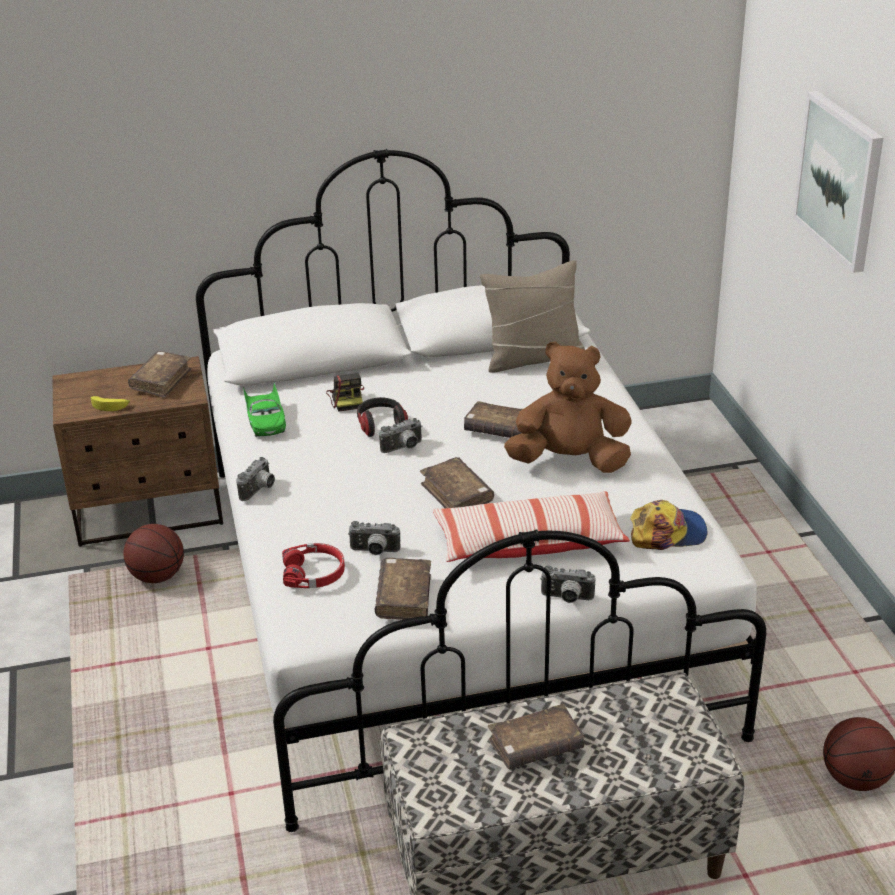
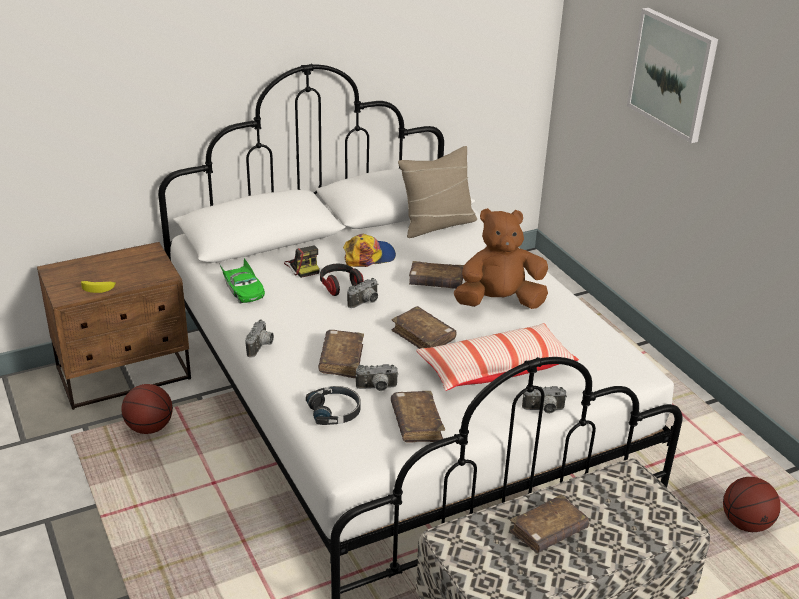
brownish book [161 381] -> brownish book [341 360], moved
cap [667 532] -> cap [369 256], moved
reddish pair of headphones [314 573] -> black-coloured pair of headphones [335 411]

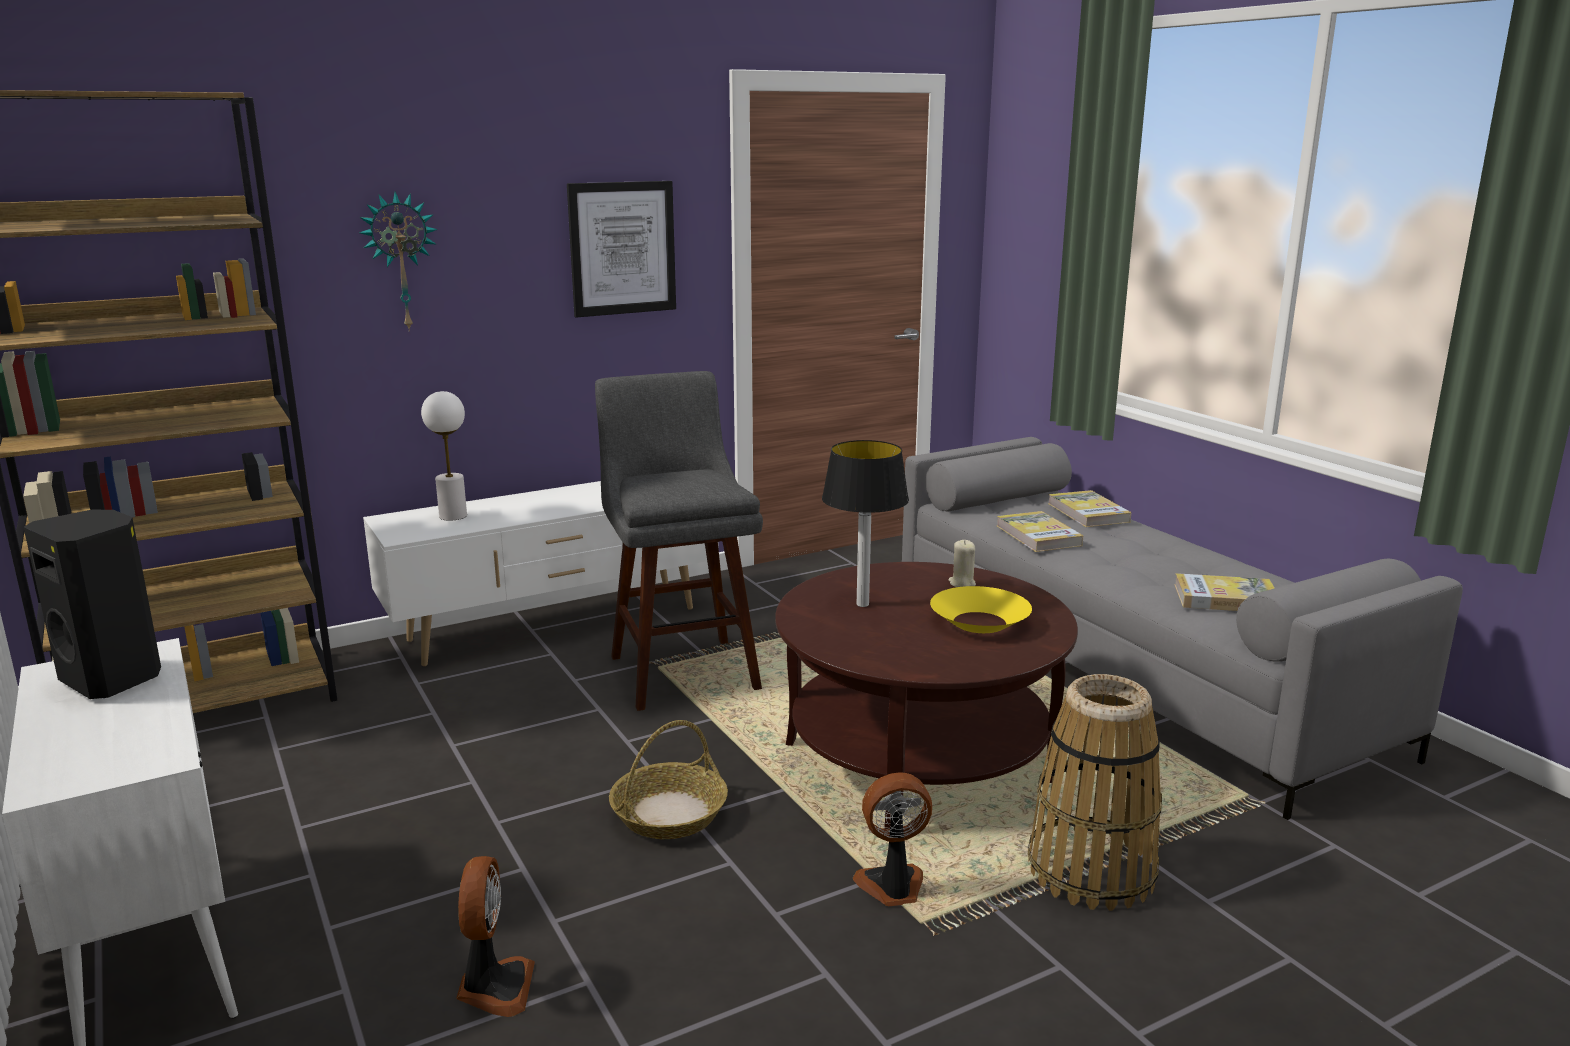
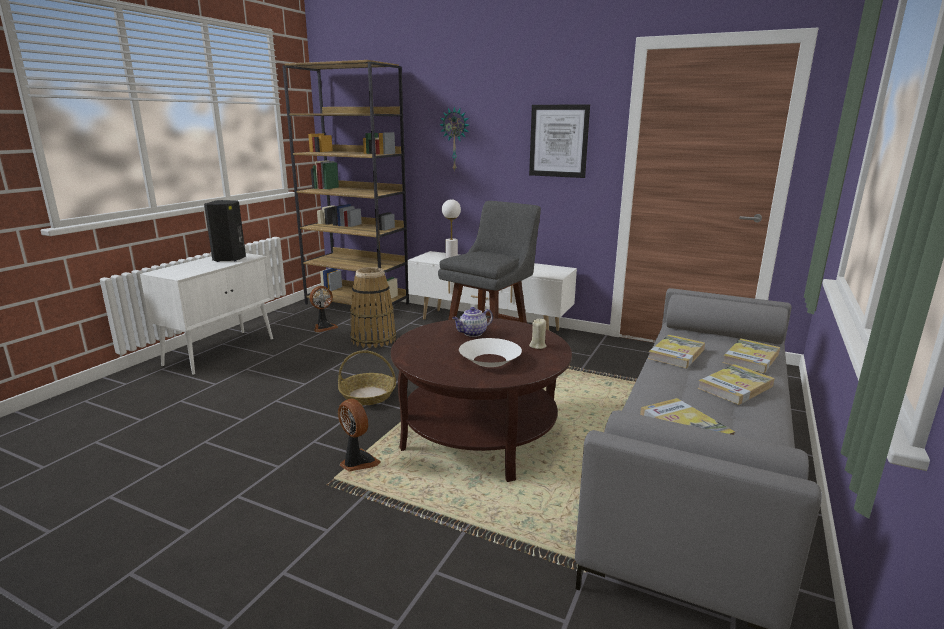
none -> book [735 387]
electric fan [494 987] -> electric fan [324 327], moved
storage basket [1091 871] -> storage basket [373 339], moved
tabletop lamp [863 604] -> tea pot [472 333]
yellowish bowl [979 622] -> white bowl [489 360]

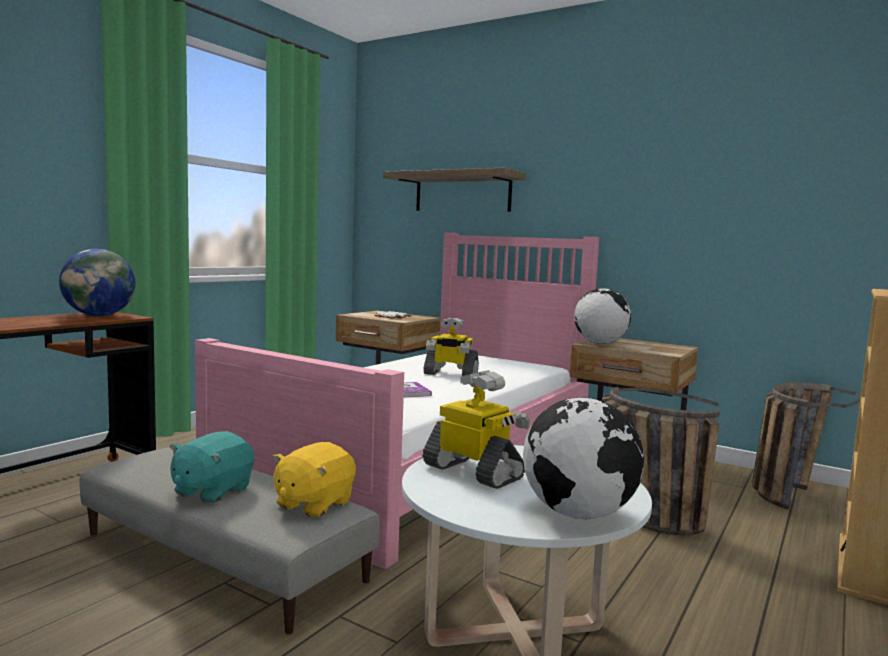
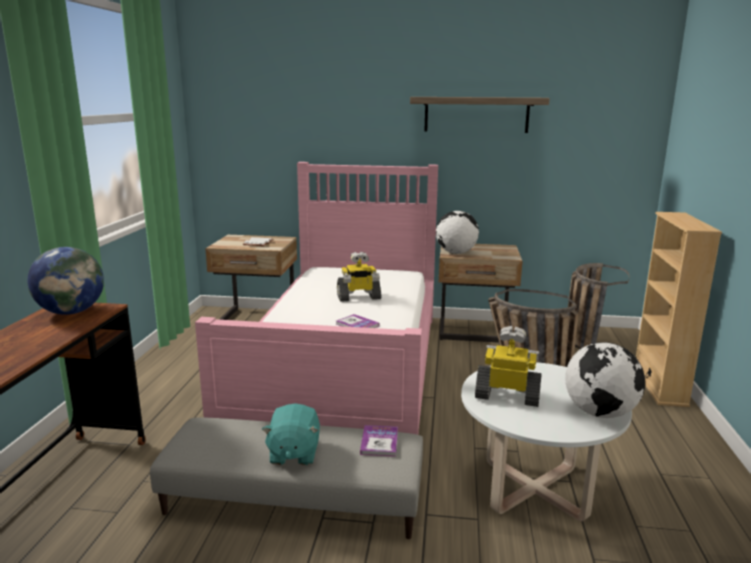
shelf [462 192] -> shelf [476 114], moved
yellowish soft toy [313 504] -> book [379 442]

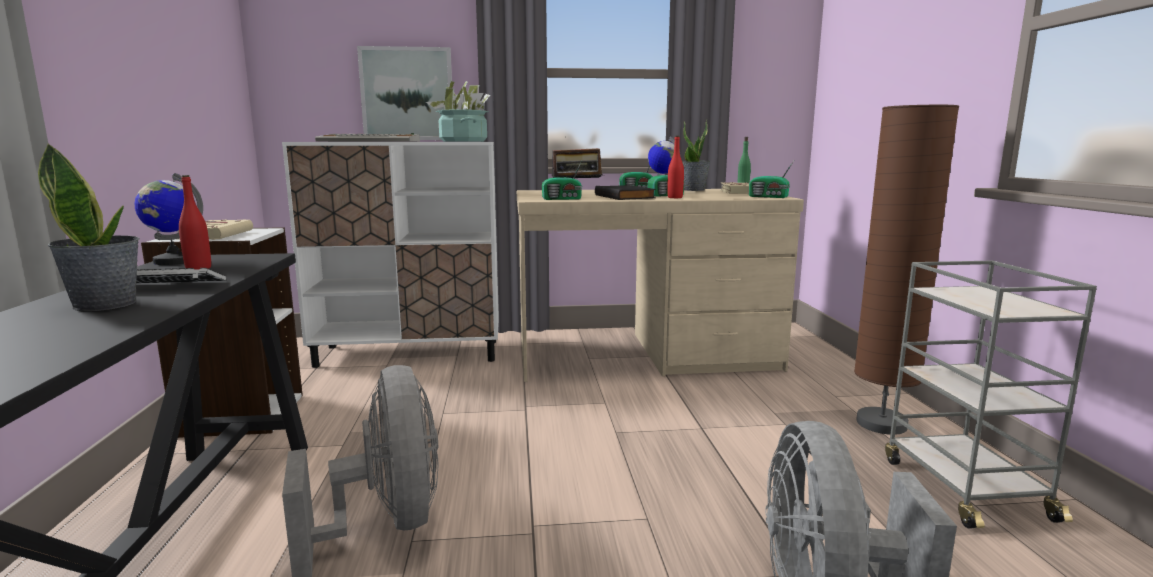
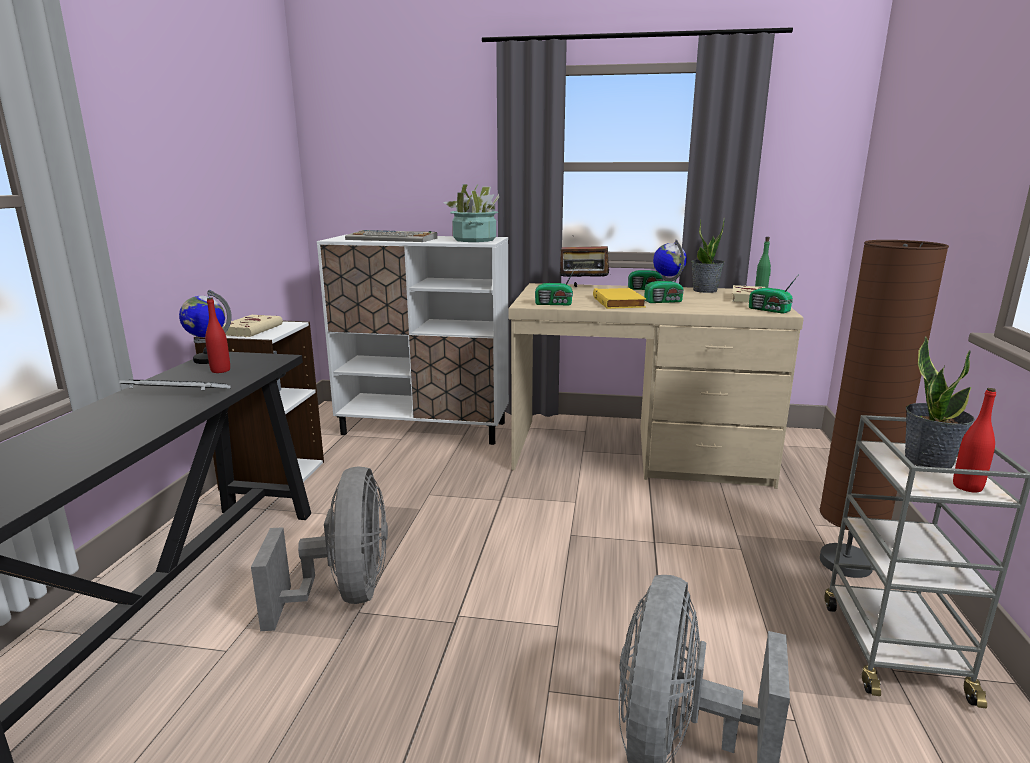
picture [407 94] -> none
plant in a pot [106 304] -> plant in a pot [928 461], moved
reddish drink bottle [675 197] -> reddish drink bottle [967 487], moved
black-coloured book [626 197] -> yellowish book [620 302]

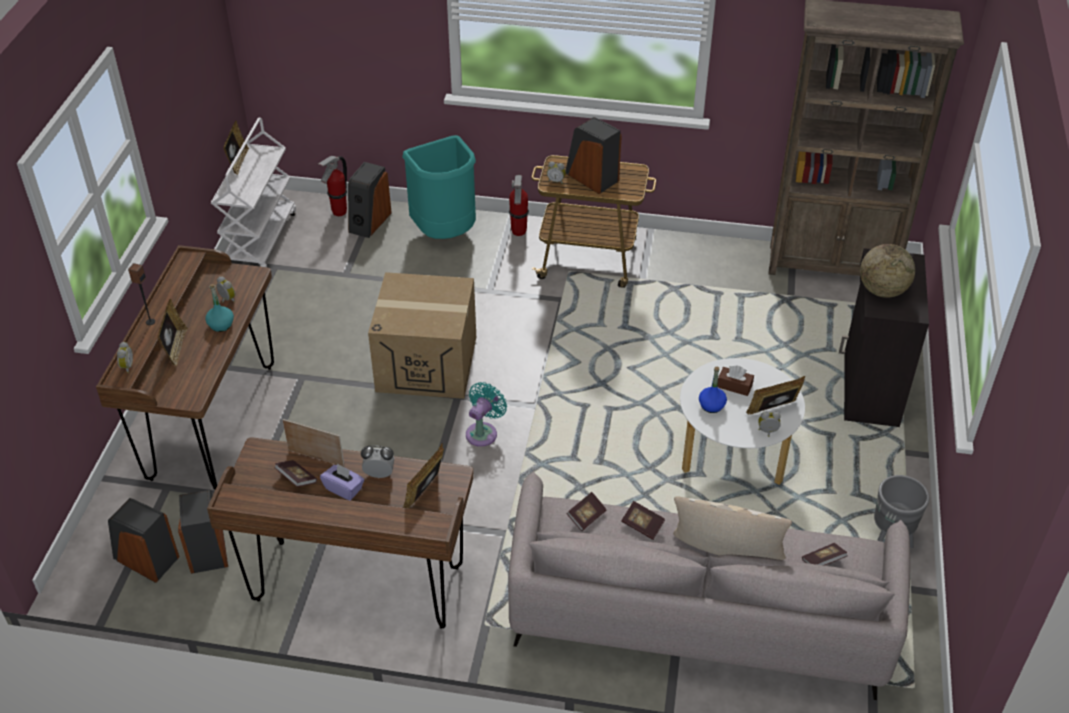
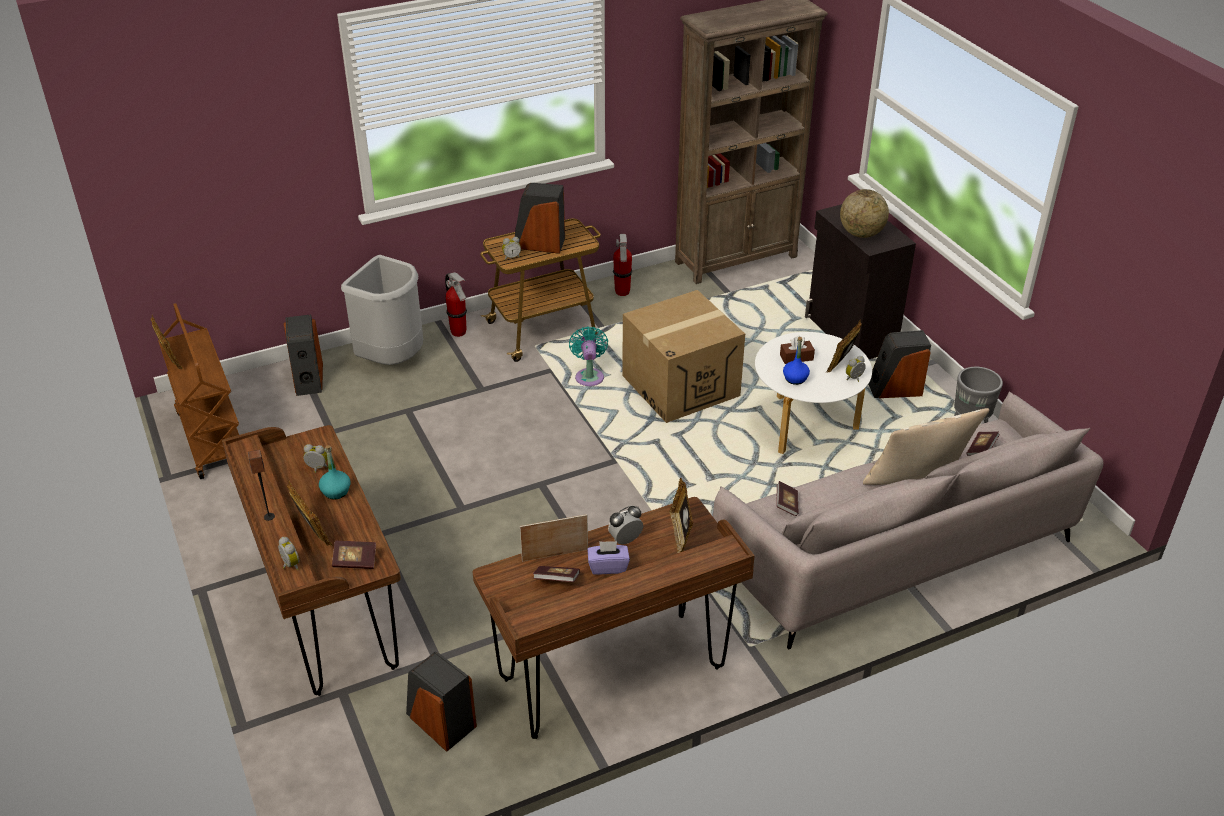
loudspeaker [146 559] -> loudspeaker [894 389], moved
fire-fighting cylinder [339 212] -> fire-fighting cylinder [622 292], moved
cardboard box [427 363] -> cardboard box [680 386], moved
turquoise-coloured electric fan [483 432] -> turquoise-coloured electric fan [589 376], moved
book [642 525] -> book [355 561], moved
white wheeled cart [260 240] -> brownish wheeled cart [211 438]
turquoise-coloured trash can [445 234] -> greyish trash can [393 360]

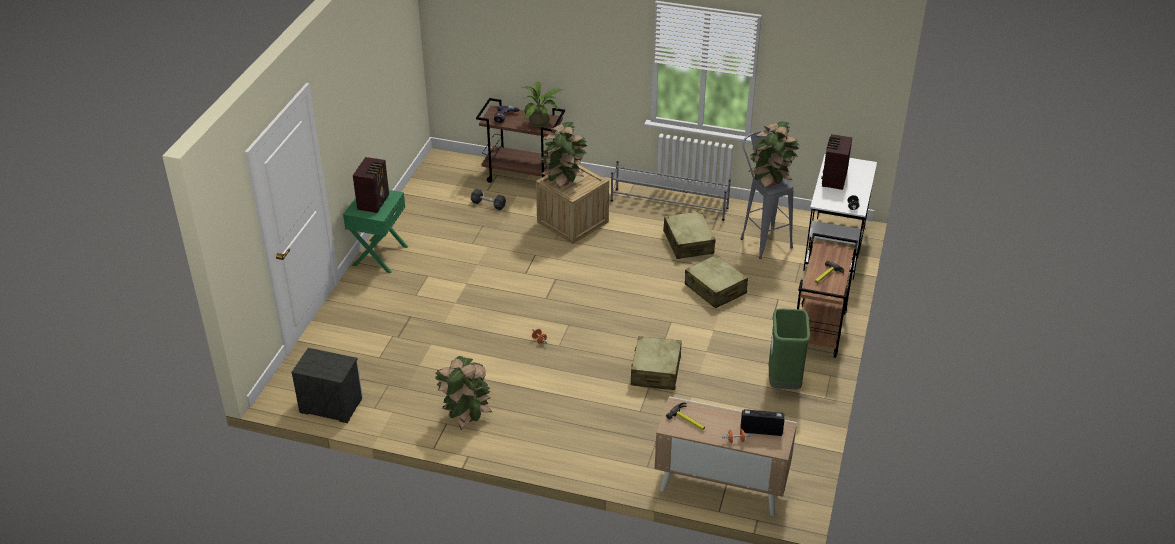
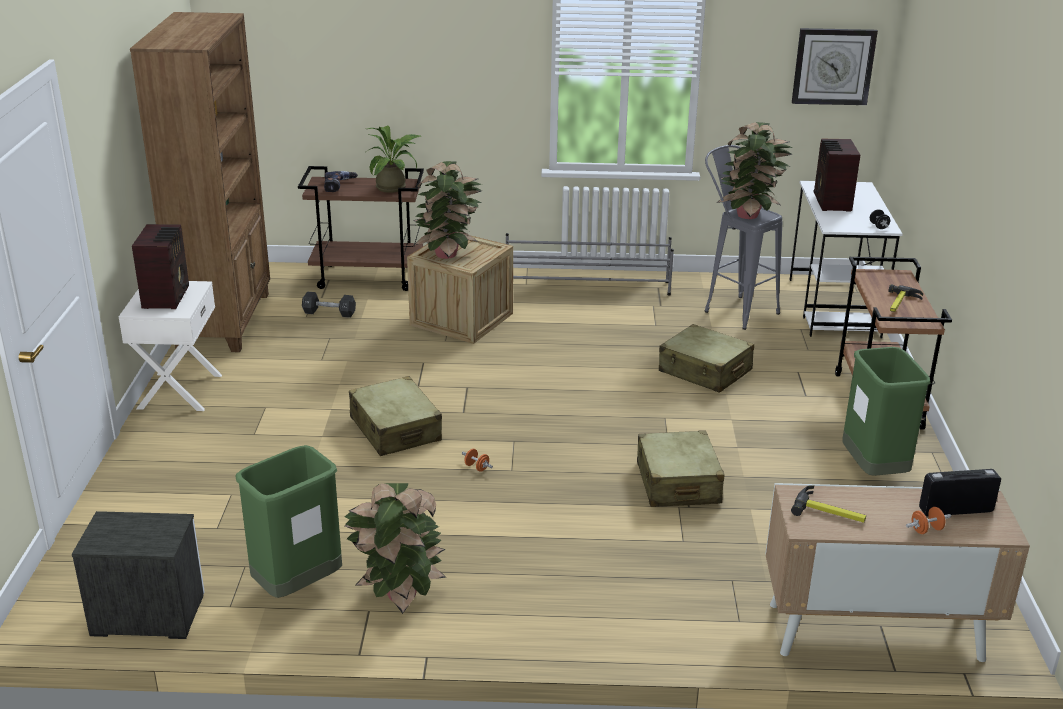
none -> brownish bookshelf [226 320]
none -> greenish trash can [298 586]
none -> wall clock [833 66]
beige piece of luggage [688 242] -> beige piece of luggage [395 429], moved
greenish bedside table [379 255] -> white bedside table [178 391]

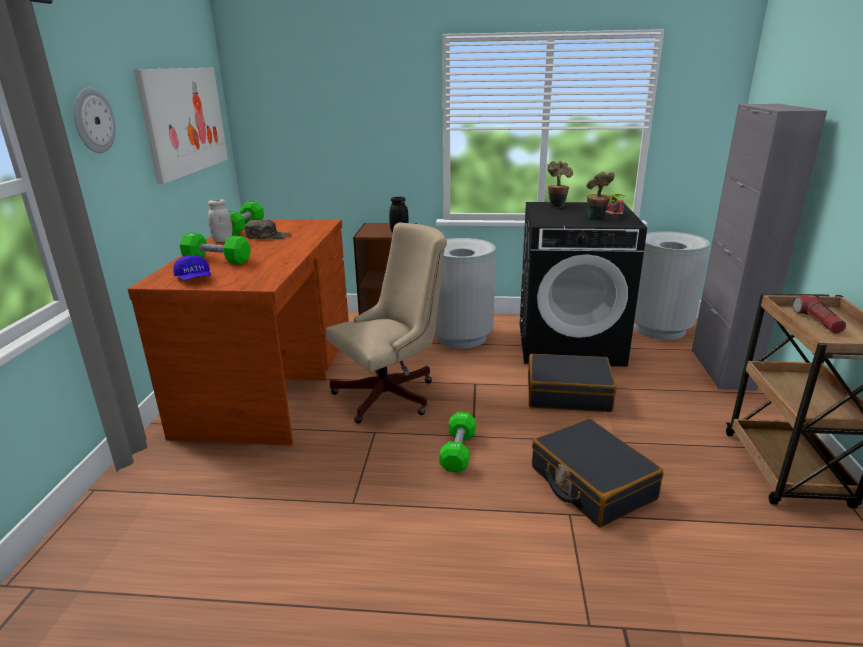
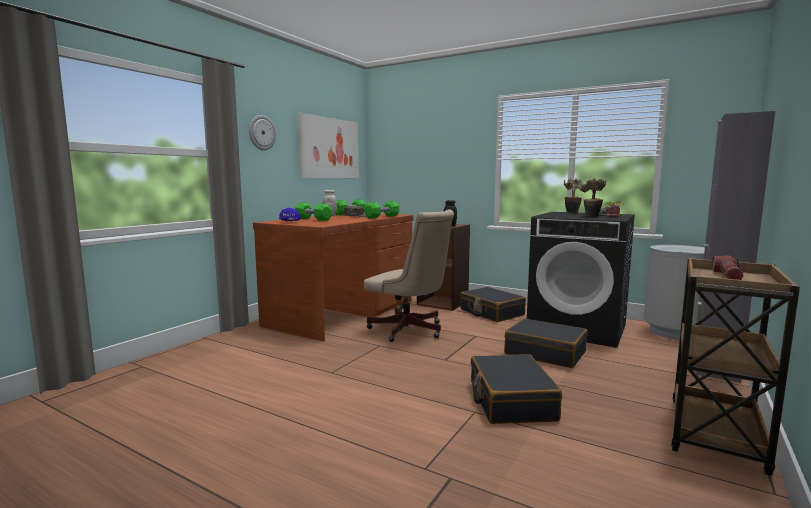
greenish free weight [458 451] -> greenish free weight [382 217], moved
greyish trash can [461 337] -> black-coloured piece of luggage [491 312]
beige desk chair [392 394] -> beige desk chair [410 331], 45 degrees clockwise

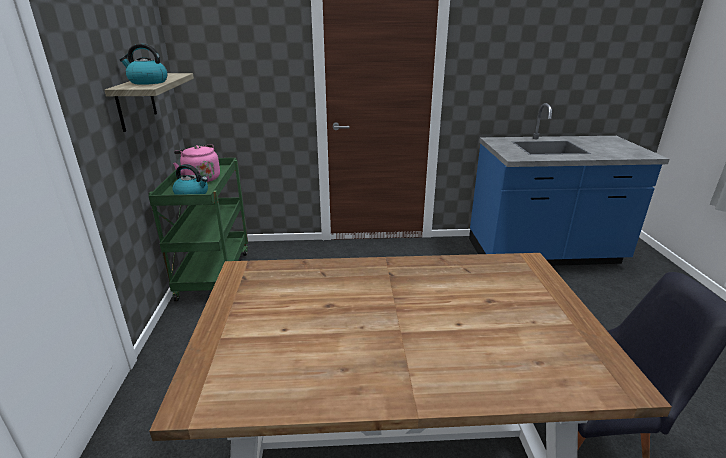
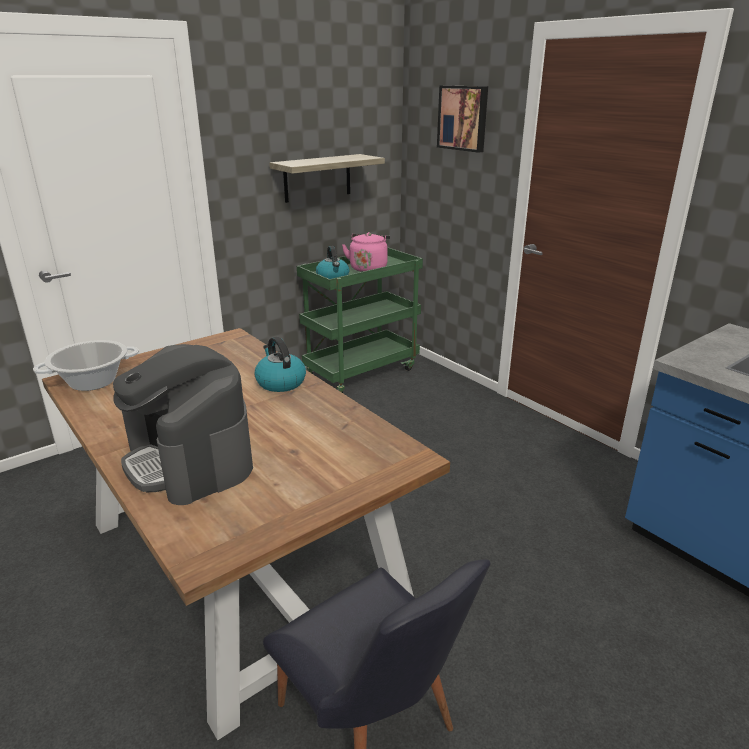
none -> saucepot [93 382]
none -> coffee brewer [190 460]
none -> picture [463 118]
kettle [147 82] -> kettle [280 382], moved

